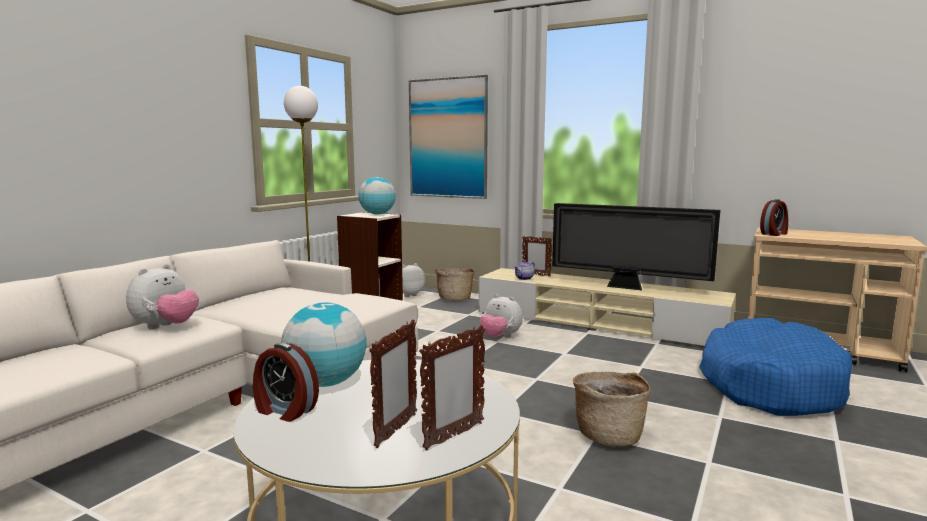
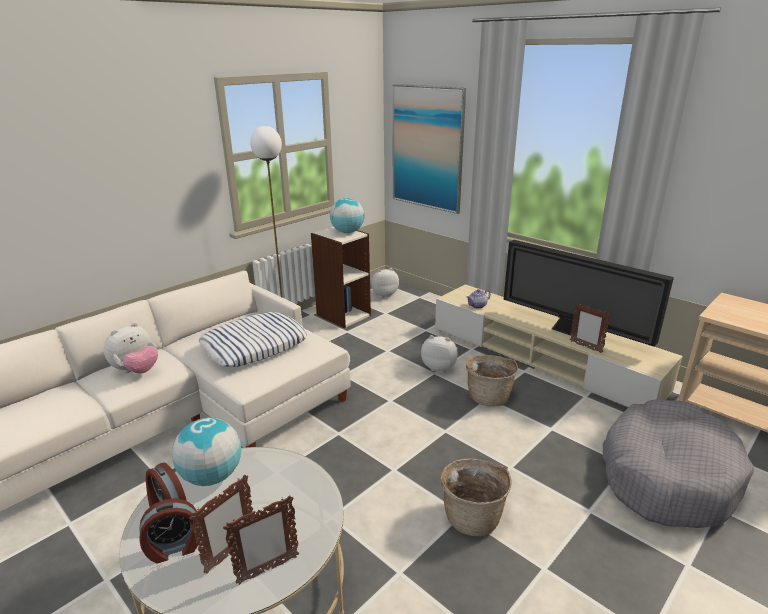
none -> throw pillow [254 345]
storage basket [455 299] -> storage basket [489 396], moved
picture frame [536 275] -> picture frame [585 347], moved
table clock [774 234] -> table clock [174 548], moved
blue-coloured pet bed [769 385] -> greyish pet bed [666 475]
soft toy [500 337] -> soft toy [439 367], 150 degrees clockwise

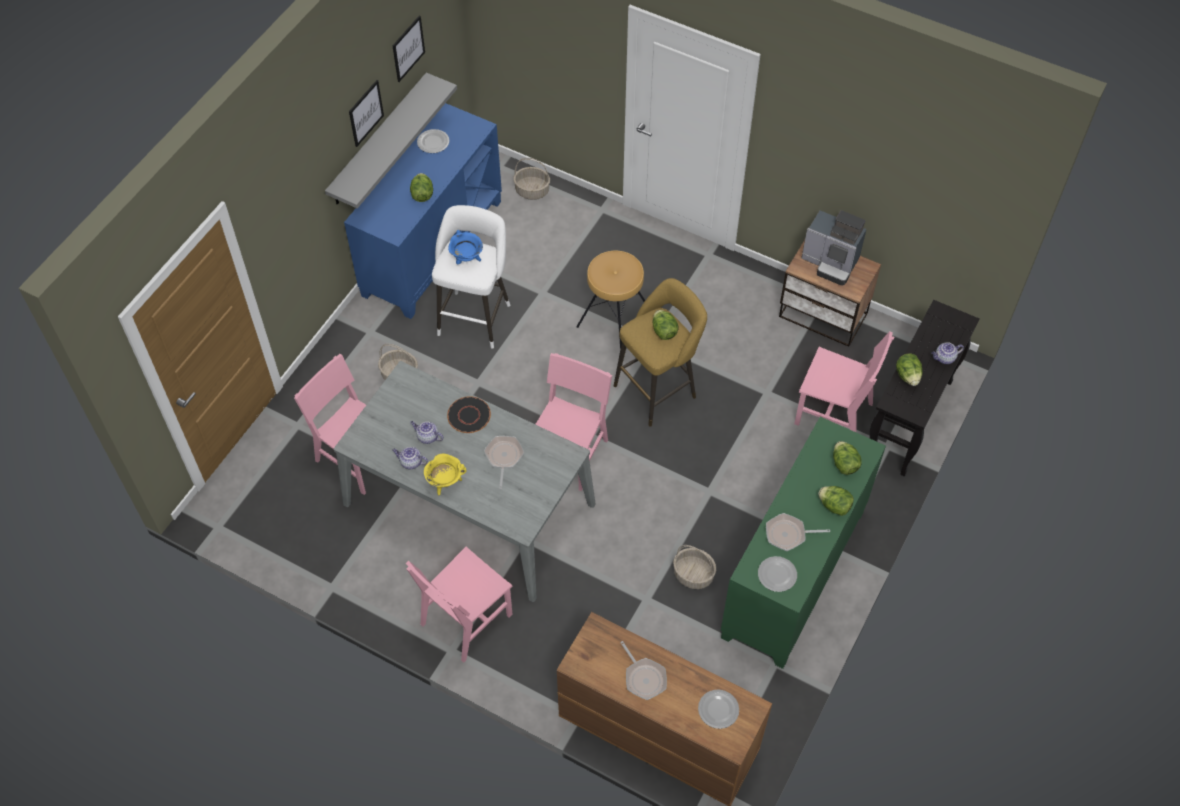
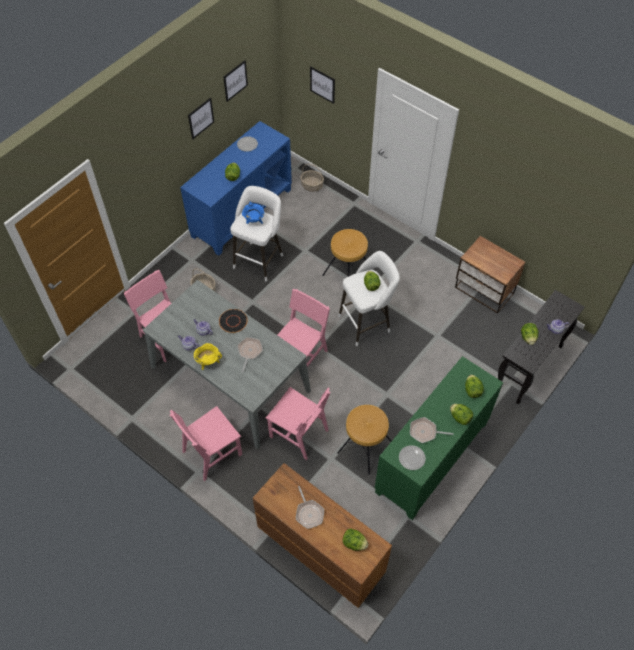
greyish shelf [378 140] -> none
coffee brewer [831 263] -> none
none -> picture [322 84]
pink-coloured plain chair [833 414] -> pink-coloured plain chair [299 433], moved
storage basket [693 575] -> brownish sitting stool [365 447]
flat dish [718 709] -> lettuce [354 543]
yellowish sitting stool [658 389] -> white sitting stool [367 322]

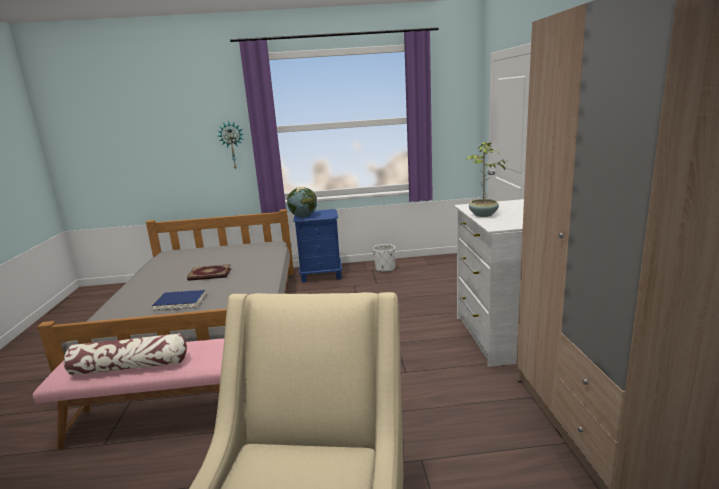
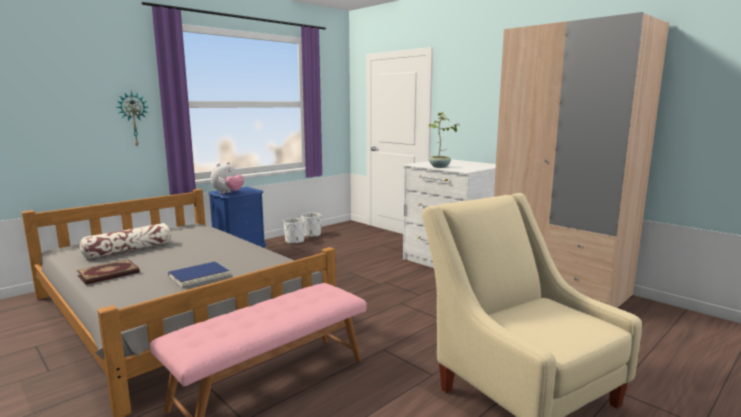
none -> white planter [311 235]
throw pillow [130 367] -> throw pillow [129 250], moved
book [209 275] -> book [109 274], moved
globe [303 216] -> soft toy [228 193]

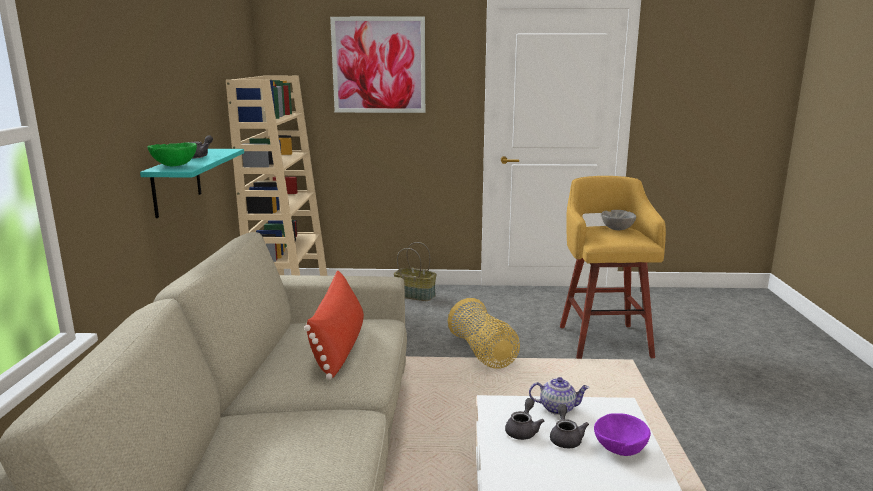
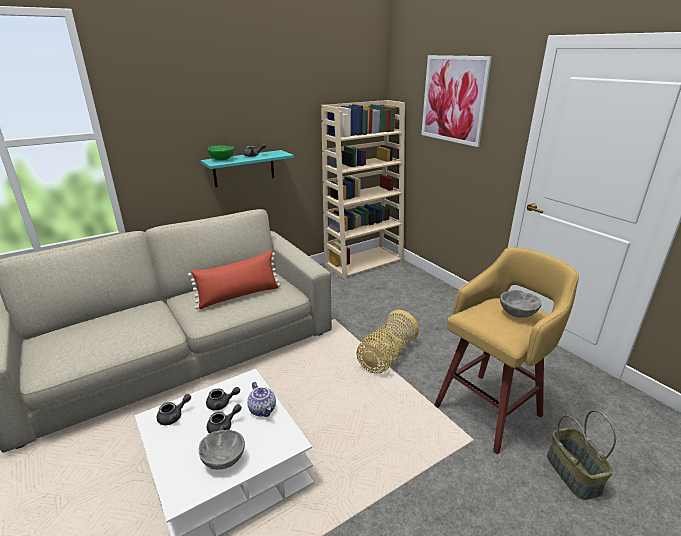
none -> greyish tea pot [174 416]
storage basket [415 295] -> storage basket [574 474], moved
purple-coloured bowl [620 450] -> greyish bowl [223 460]

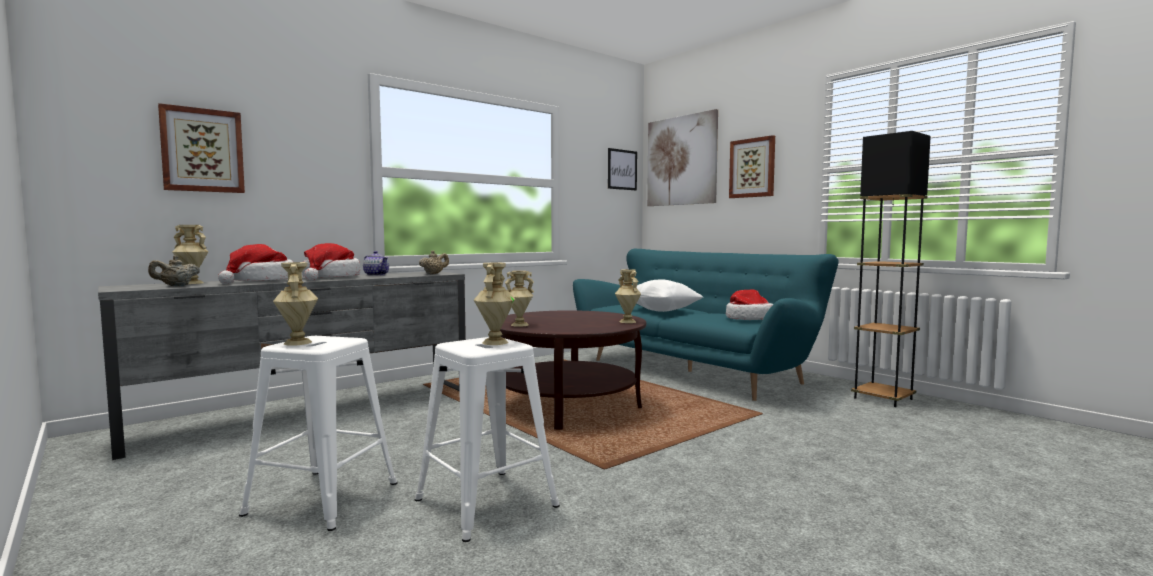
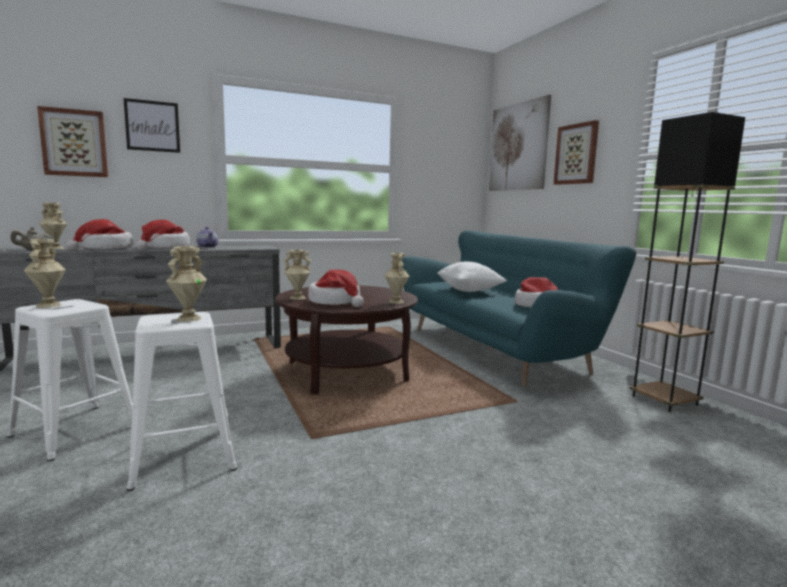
beige tea pot [434 274] -> none
none -> hat [336 302]
picture [622 169] -> picture [152 126], moved

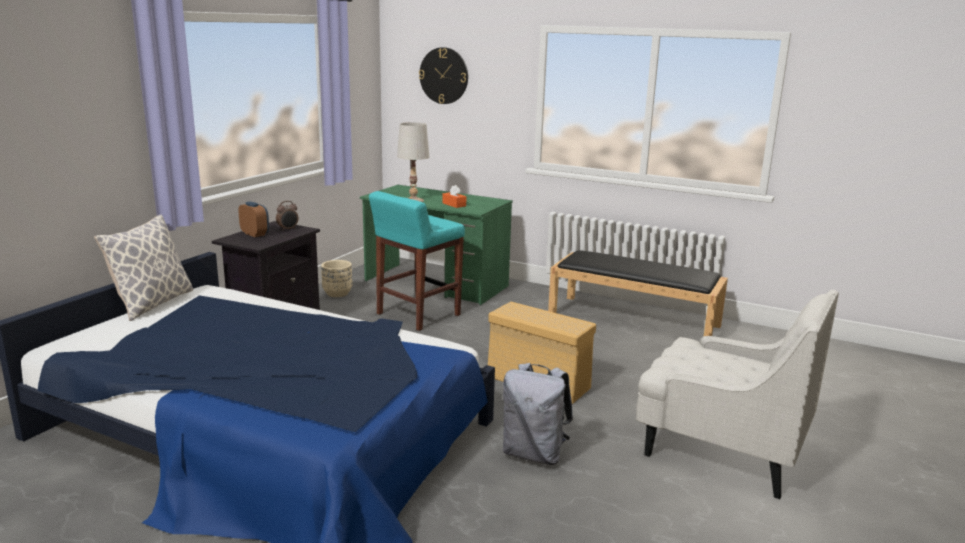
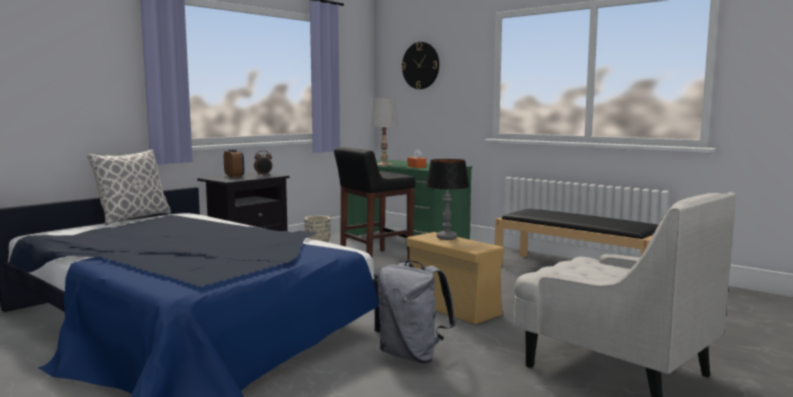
none -> tabletop lamp [446 238]
turquoise-coloured sitting stool [417 315] -> black-coloured sitting stool [374 259]

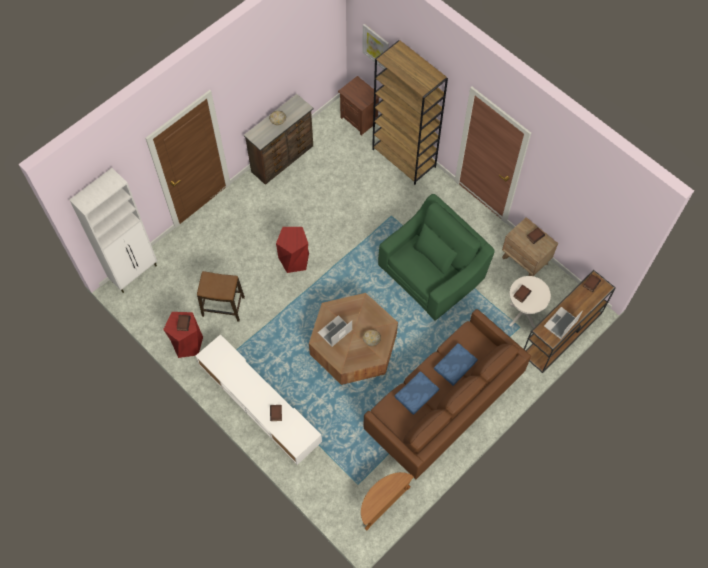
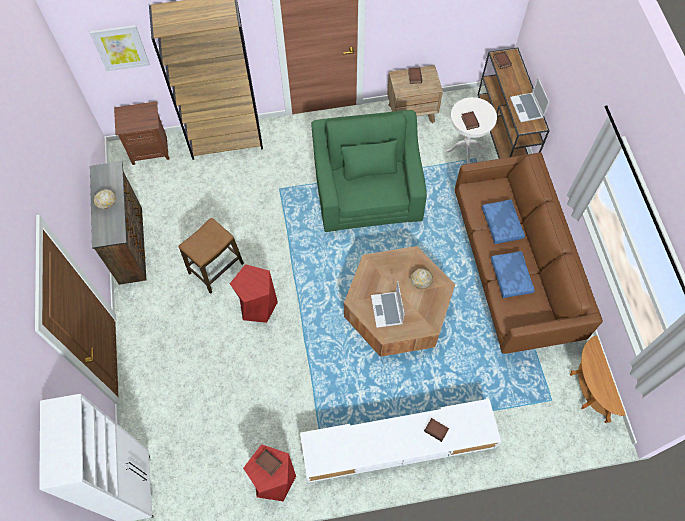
sitting stool [223 306] -> sitting stool [216 268], moved

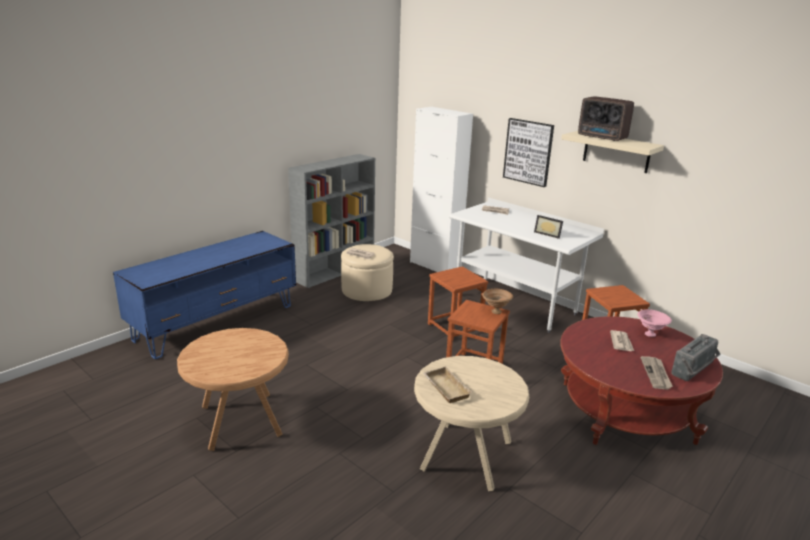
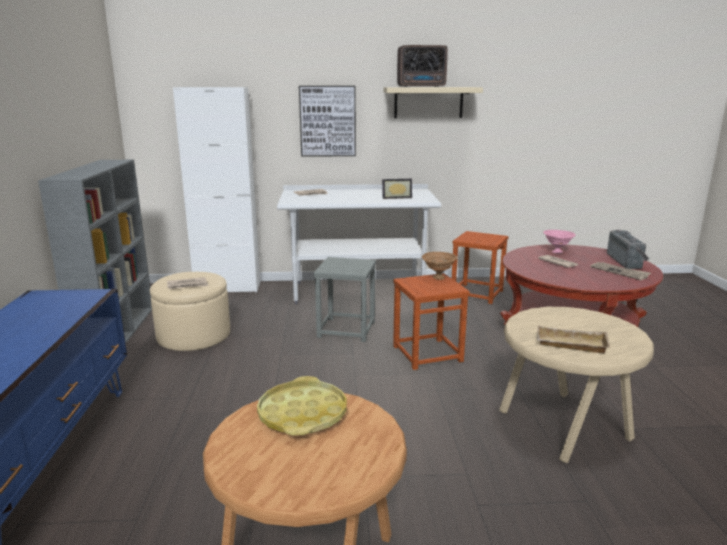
none -> yellowish carrying tray [303 414]
brownish sitting stool [454 327] -> greyish sitting stool [346 330]

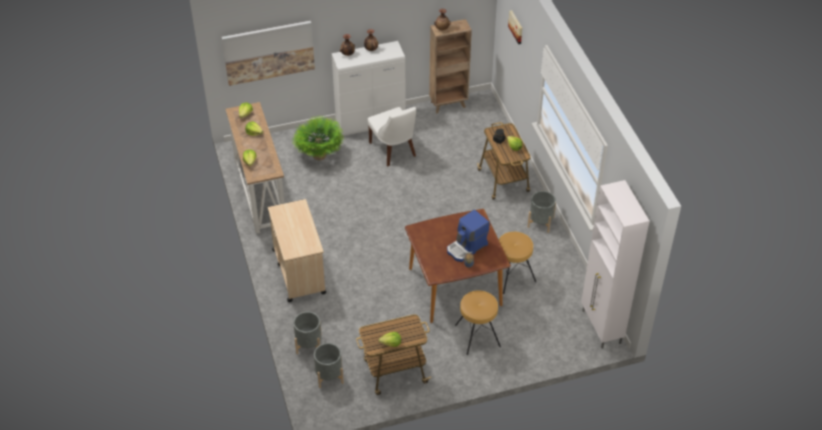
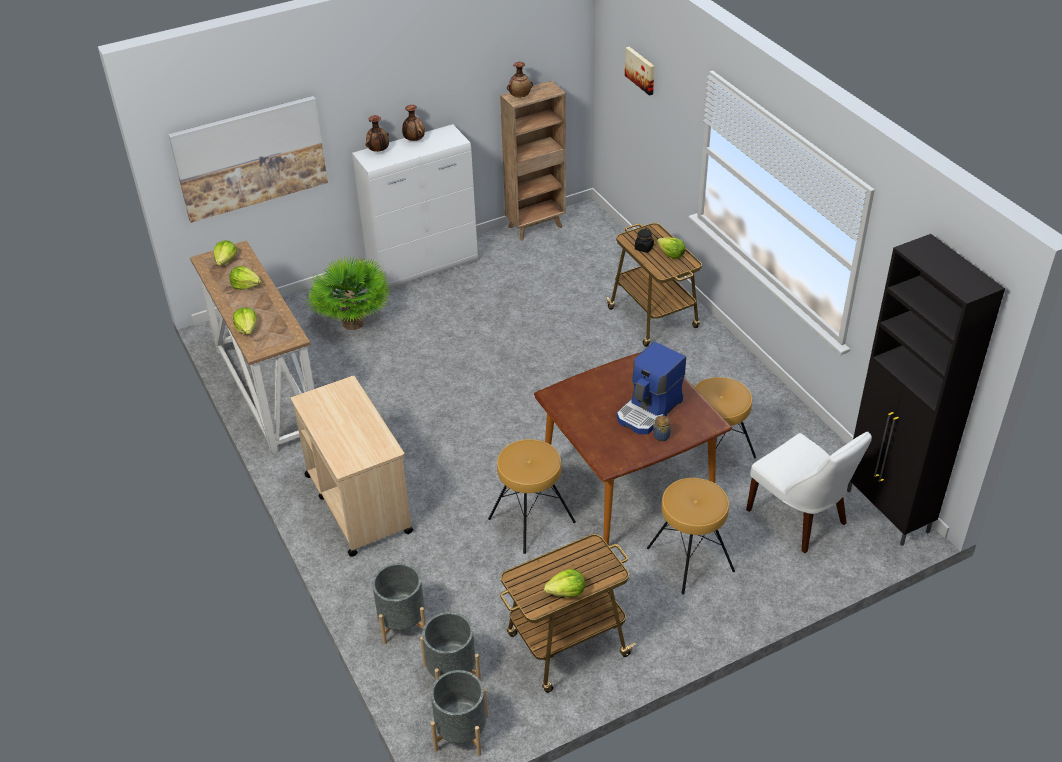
none -> brownish sitting stool [531 520]
white plain chair [393 151] -> white plain chair [800 519], moved
greyish planter [540 222] -> greyish planter [461 733], moved
white cabinet [601 327] -> black-coloured cabinet [887 512]

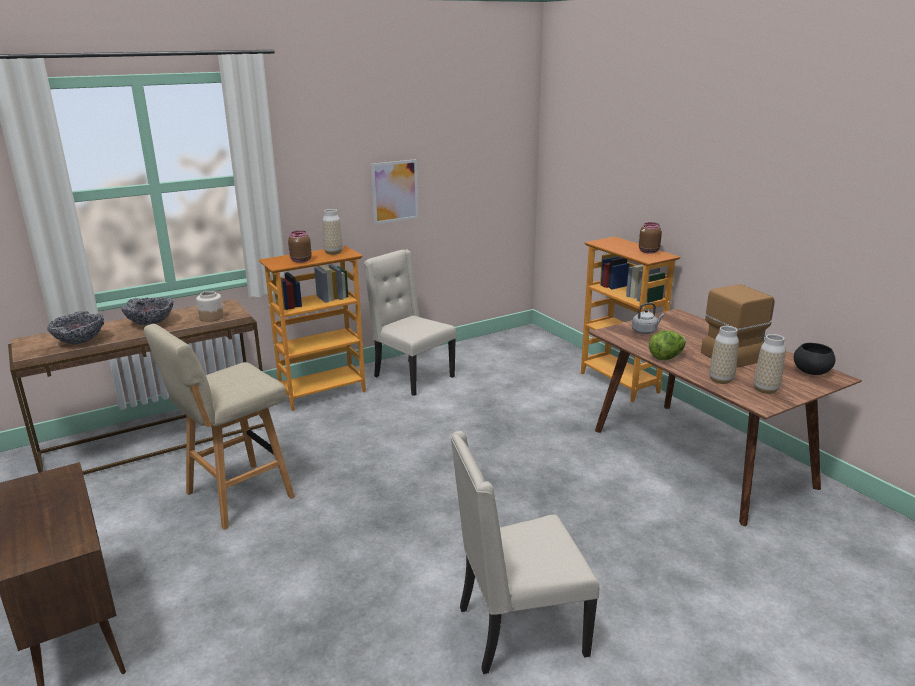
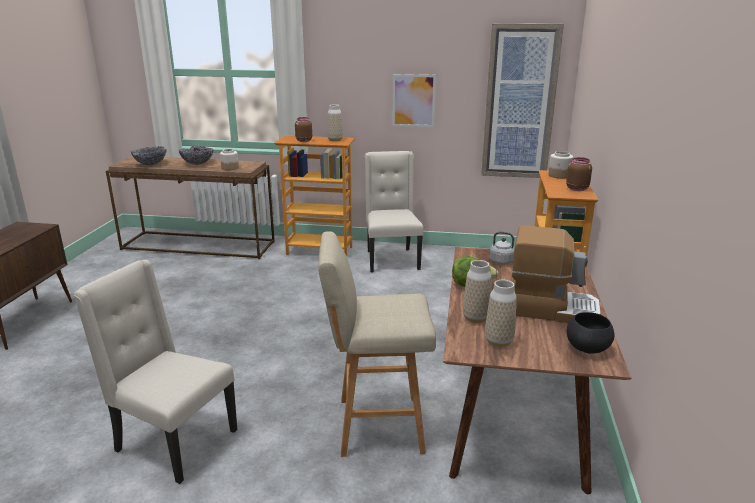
none -> picture [519 103]
none -> preserve jar [559 175]
beige sitting stool [236 496] -> beige sitting stool [376 425], moved

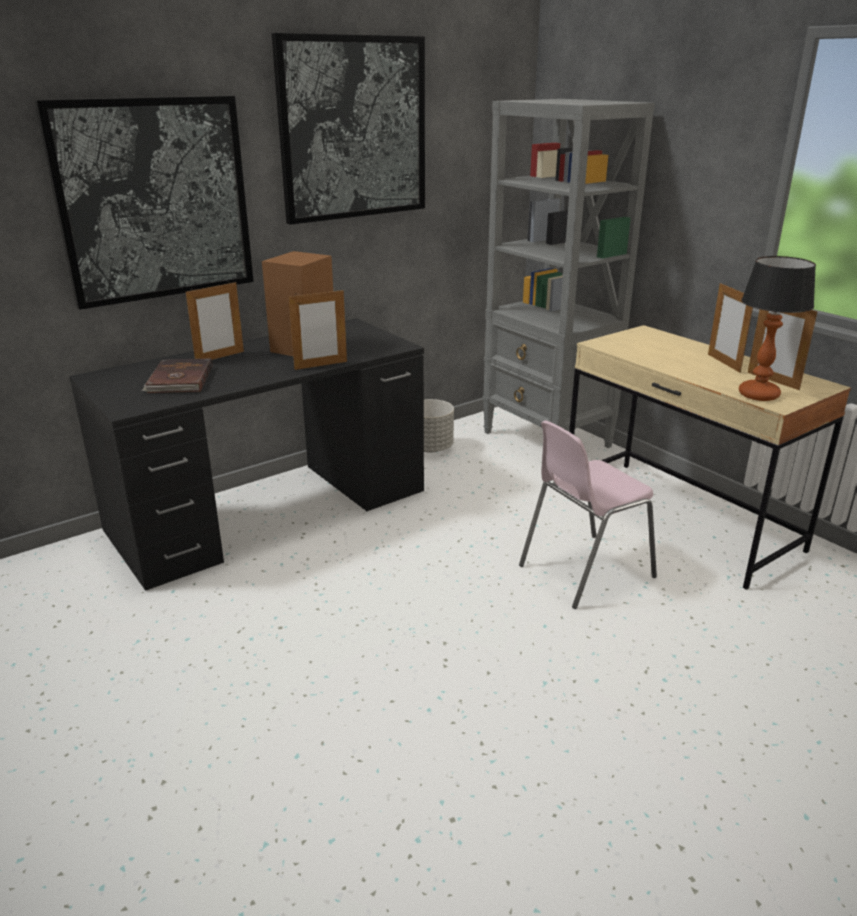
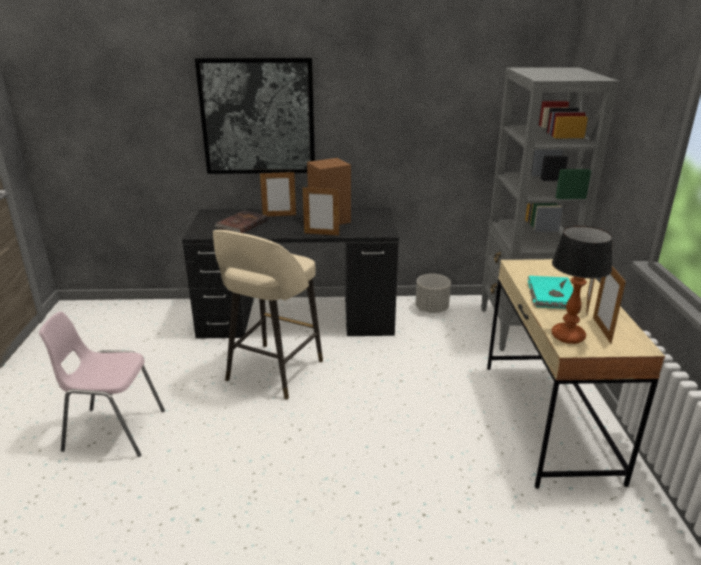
picture [353 129] -> none
none -> beige sitting stool [273 372]
none -> turquoise-coloured book [551 295]
pink-coloured plain chair [583 571] -> pink-coloured plain chair [113 430], moved

